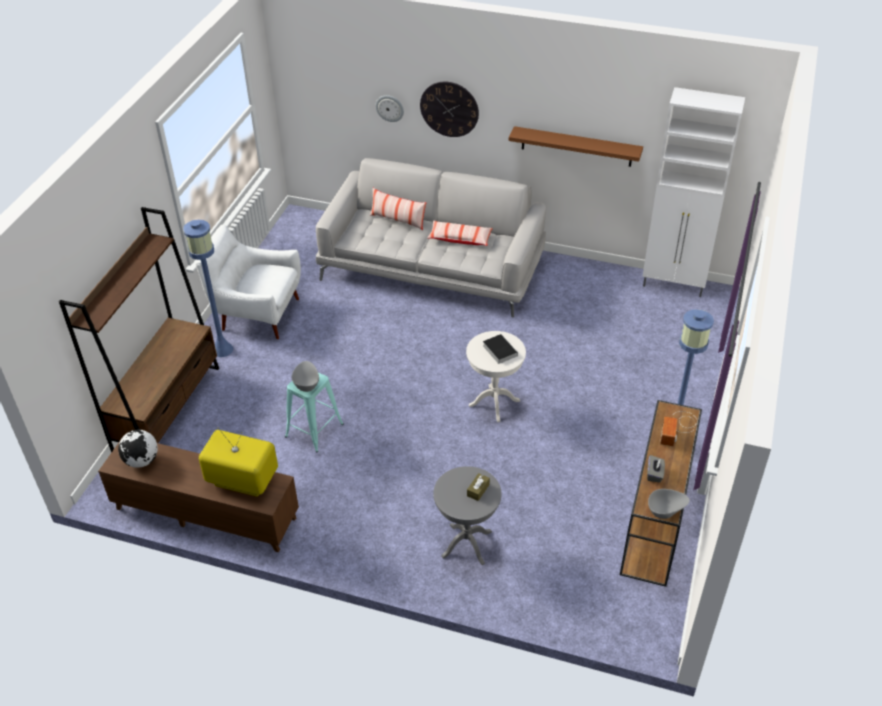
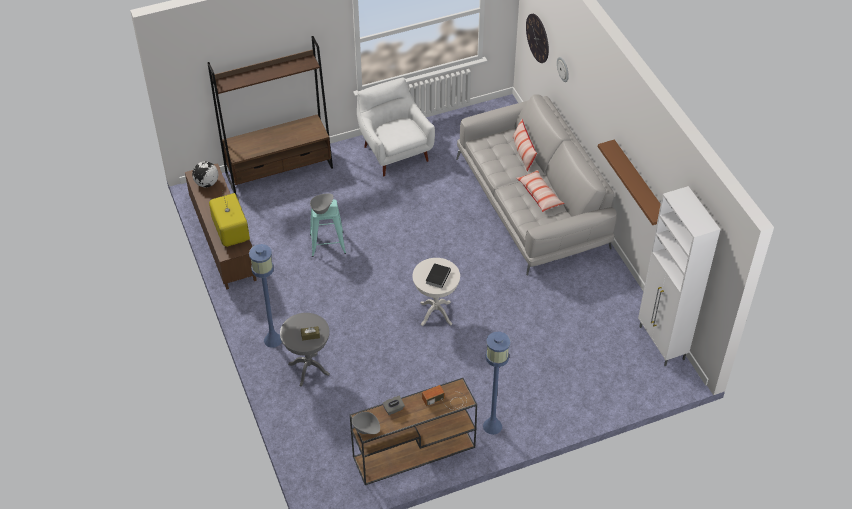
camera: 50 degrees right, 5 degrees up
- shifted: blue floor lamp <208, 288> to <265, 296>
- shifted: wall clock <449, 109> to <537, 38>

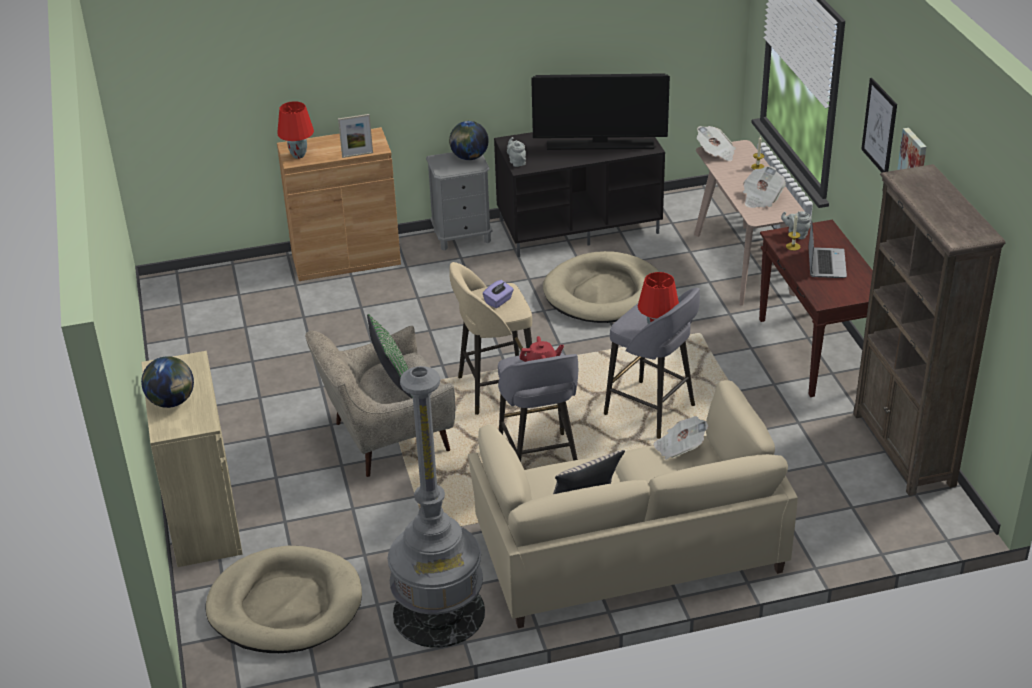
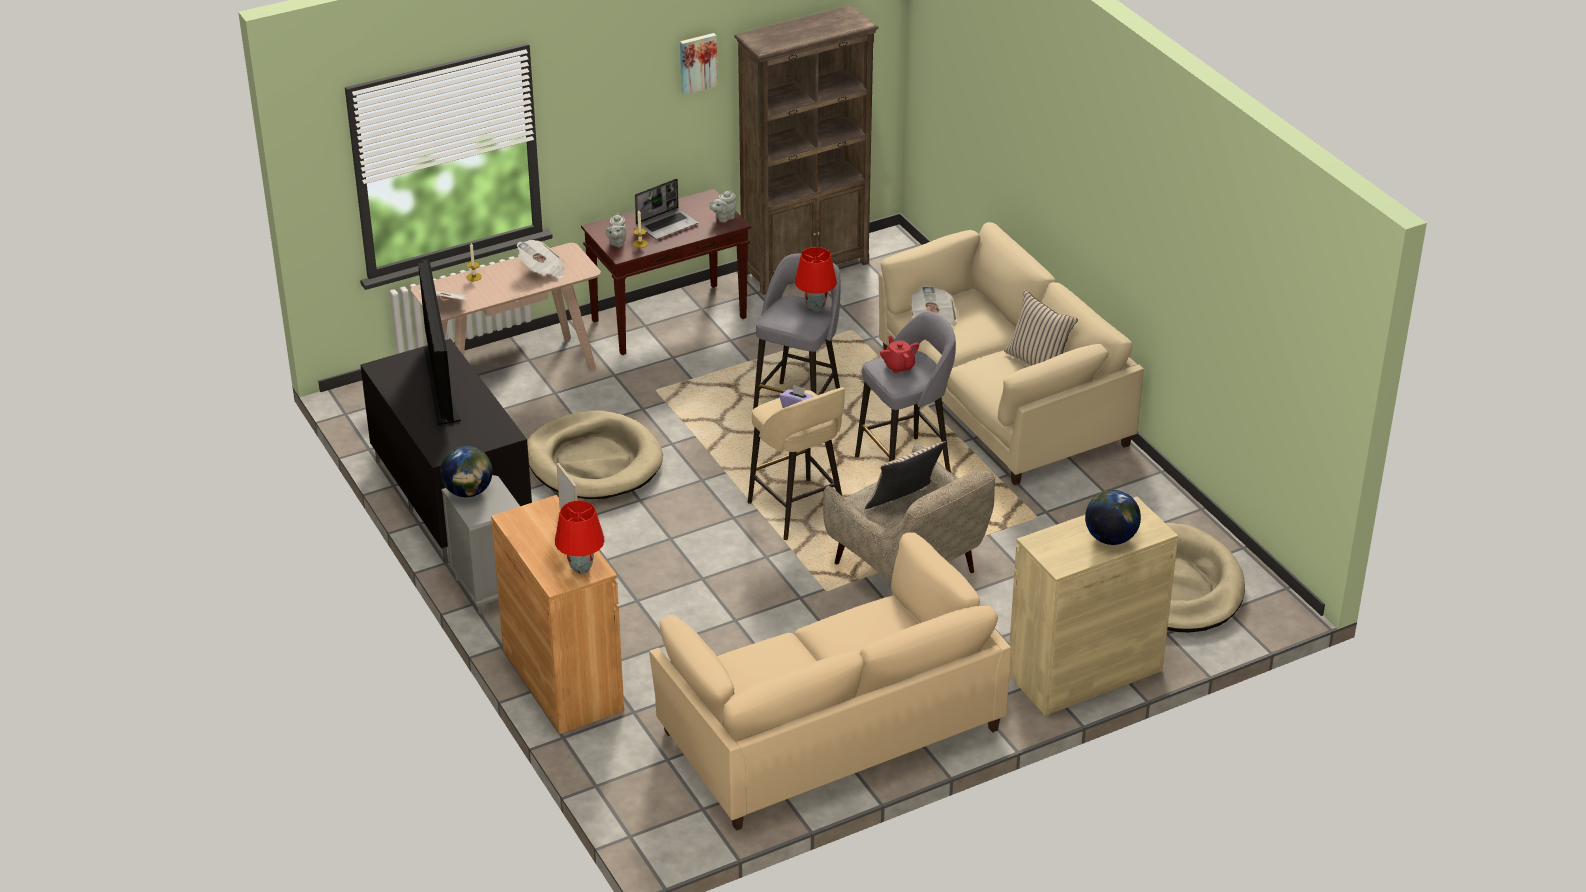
camera: 105 degrees left, 0 degrees up
- gone: grey floor lamp <436, 507>
- gone: picture <879, 125>
- new: beige sofa <830, 681>
- shifted: grey teapot <516, 152> to <723, 206>
- repainted: green pillow <390, 356> to beige pillow <905, 475>
- rotated: laptop <827, 249> = <666, 208> 150 degrees clockwise

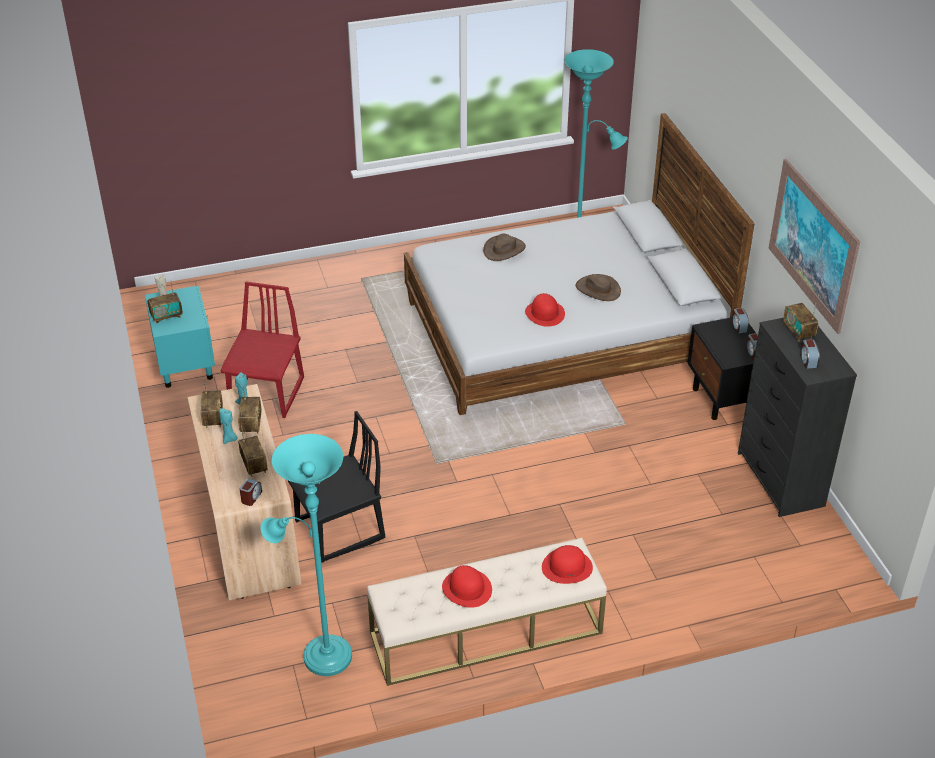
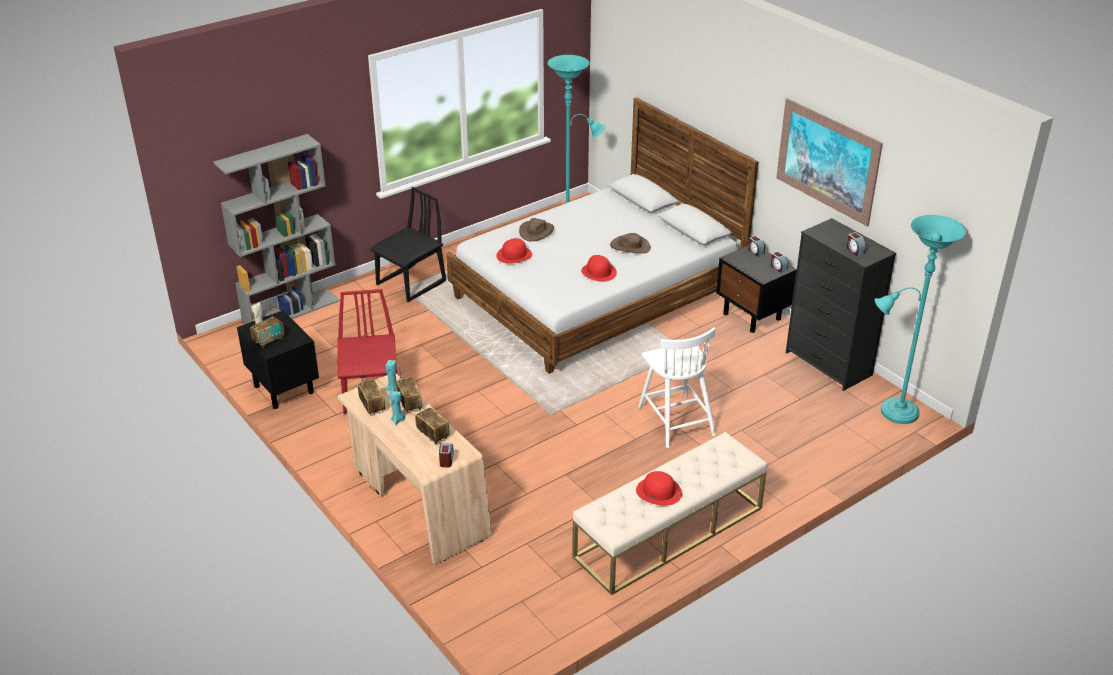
camera: 20 degrees left, 5 degrees down
- gone: radio <800, 322>
- new: grey bookcase <276, 229>
- new: white chair <677, 387>
- shifted: turquoise floor lamp <306, 555> to <920, 319>
- shifted: black chair <336, 487> to <408, 244>
- shifted: red hat <567, 564> to <514, 251>
- repainted: turquoise nightstand <180, 337> to black nightstand <278, 360>

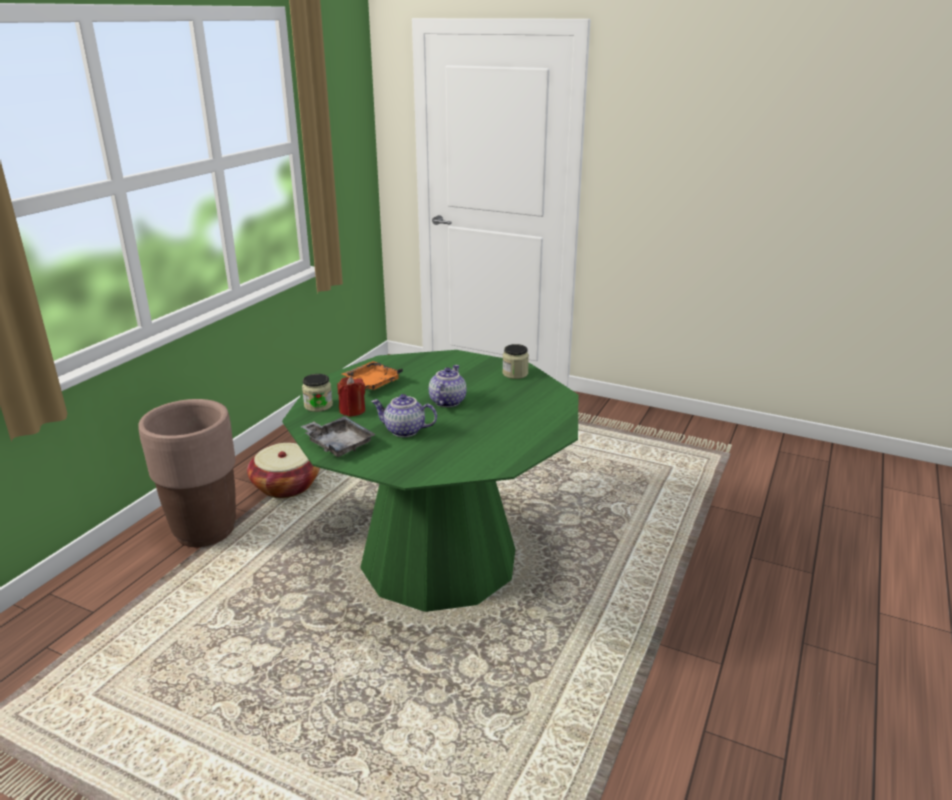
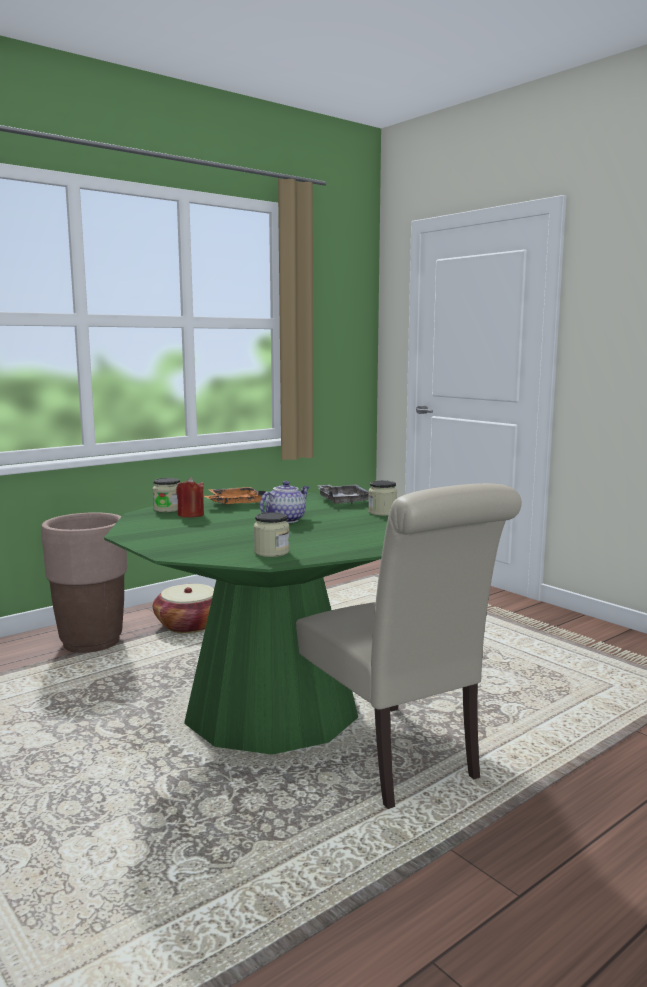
camera: 25 degrees right, 15 degrees down
- gone: teapot <404, 415>
- new: jar <272, 534>
- new: beige chair <409, 646>
- shifted: grey tray <338, 436> to <343, 494>

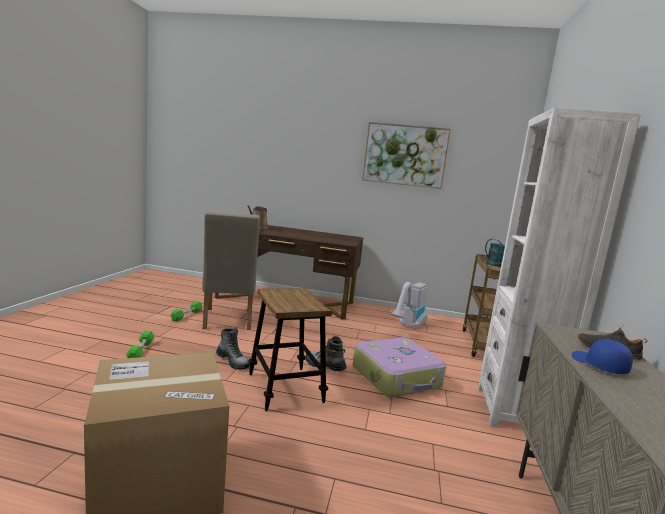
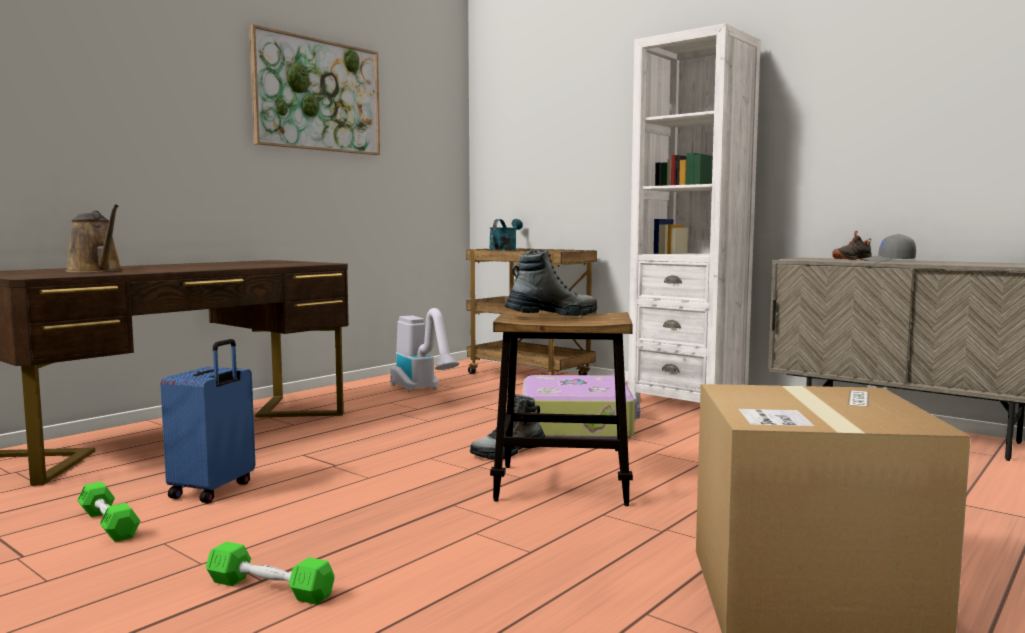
camera: 60 degrees left, 5 degrees down
- shifted: boot <233, 349> to <550, 282>
- swapped: beige chair <231, 270> to blue suitcase <207, 421>
- repainted: blue cap <602, 356> to grey cap <889, 248>

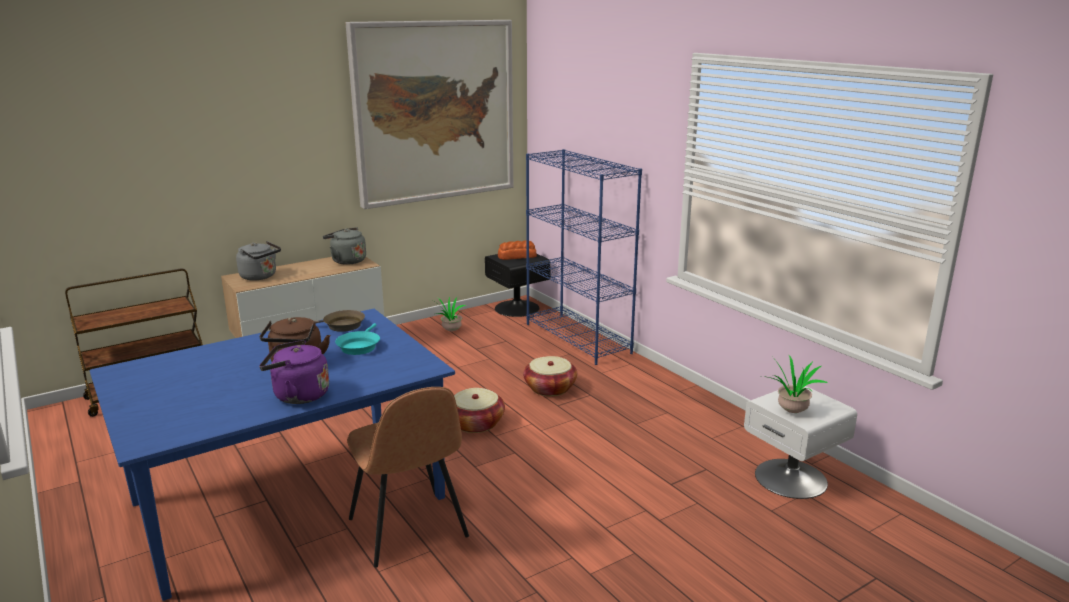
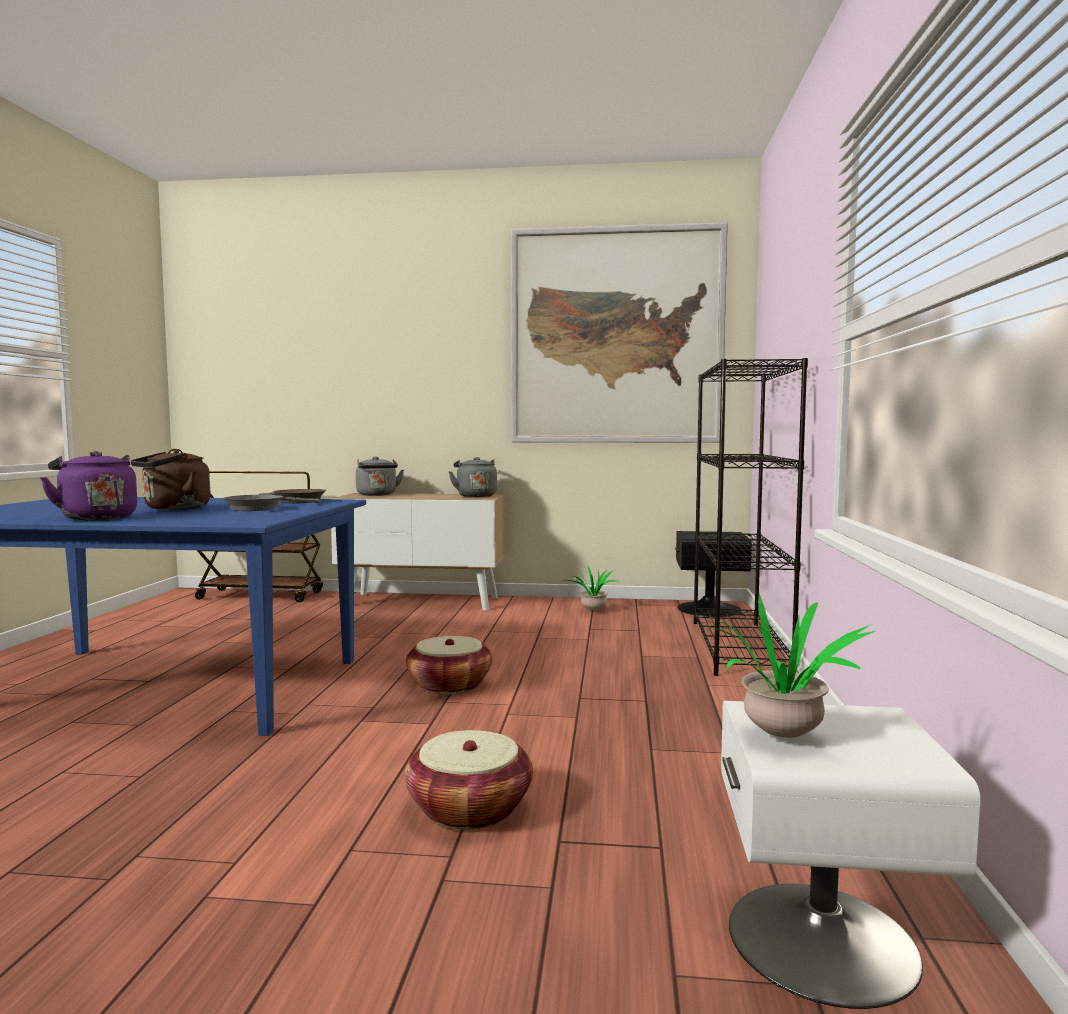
camera: 40 degrees right, 15 degrees down
- gone: brown chair <408, 477>
- gone: bread <517, 250>
- shifted: basket <550, 376> to <469, 780>
- repainted: turquoise frying pan <357, 339> to grey frying pan <271, 503>
- repainted: blue bookcase <584, 257> to black bookcase <750, 517>

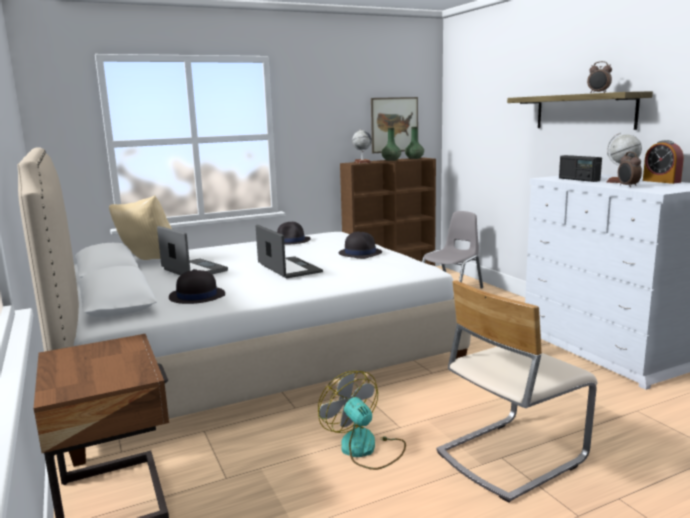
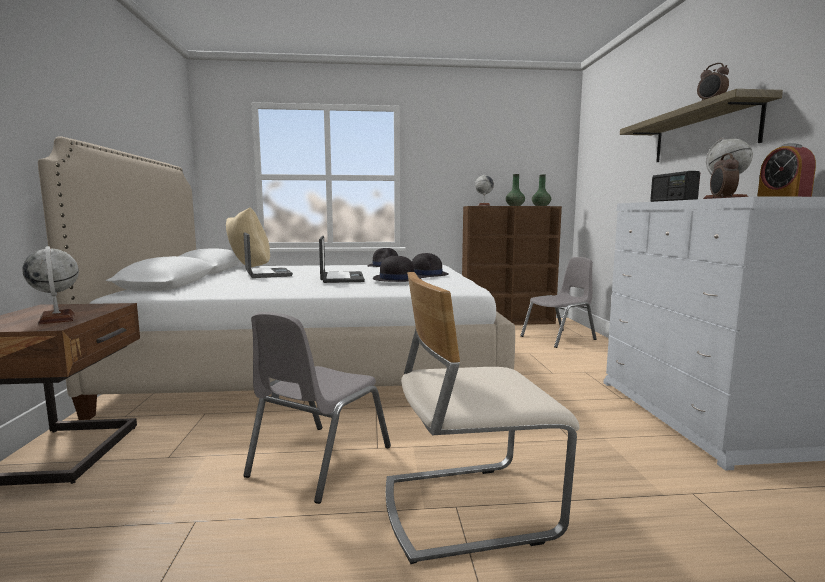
camera: 20 degrees right, 5 degrees down
- gone: picture <394, 125>
- new: globe <50, 285>
- shifted: black hat <197, 286> to <397, 268>
- swapped: fan <362, 420> to grey chair <317, 408>

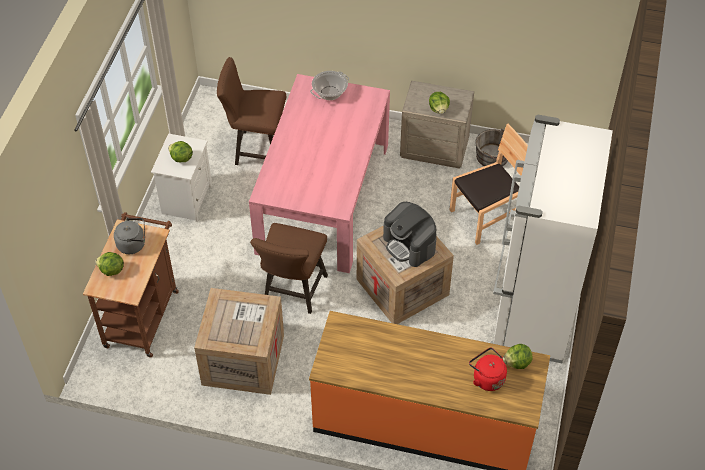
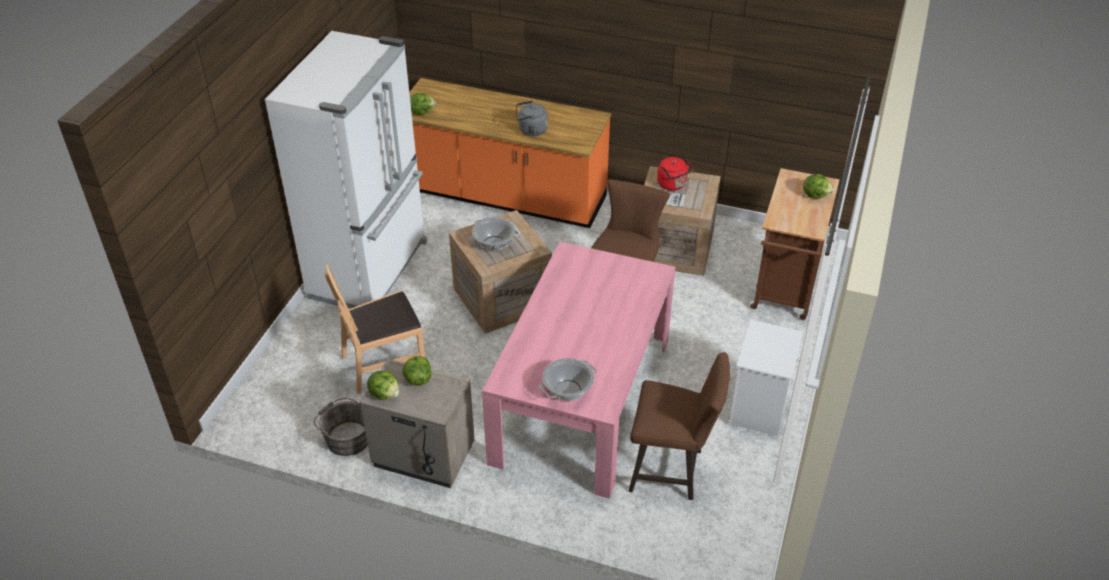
camera: 175 degrees left, 10 degrees down
- shifted: grey kettle <129, 235> to <532, 118>
- shifted: lettuce <180, 152> to <383, 385>
- shifted: red kettle <488, 369> to <675, 174>
- swapped: coffee machine <410, 234> to cooking pot <493, 234>

